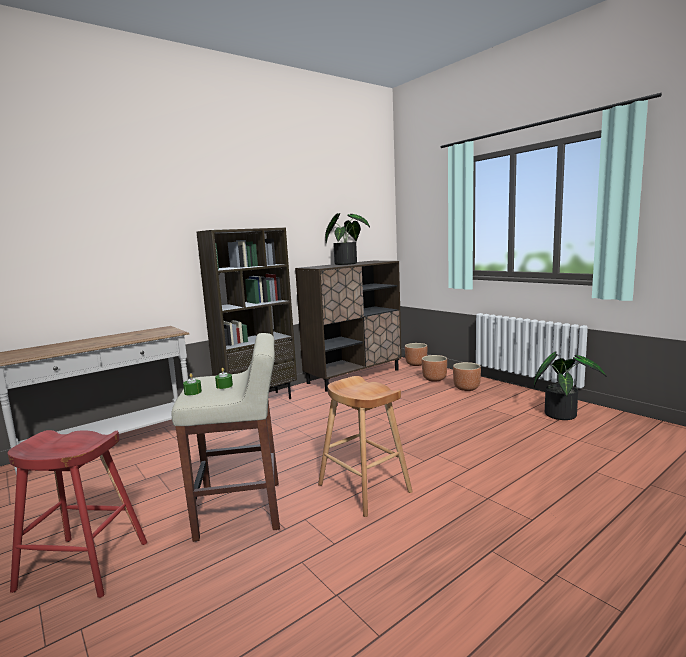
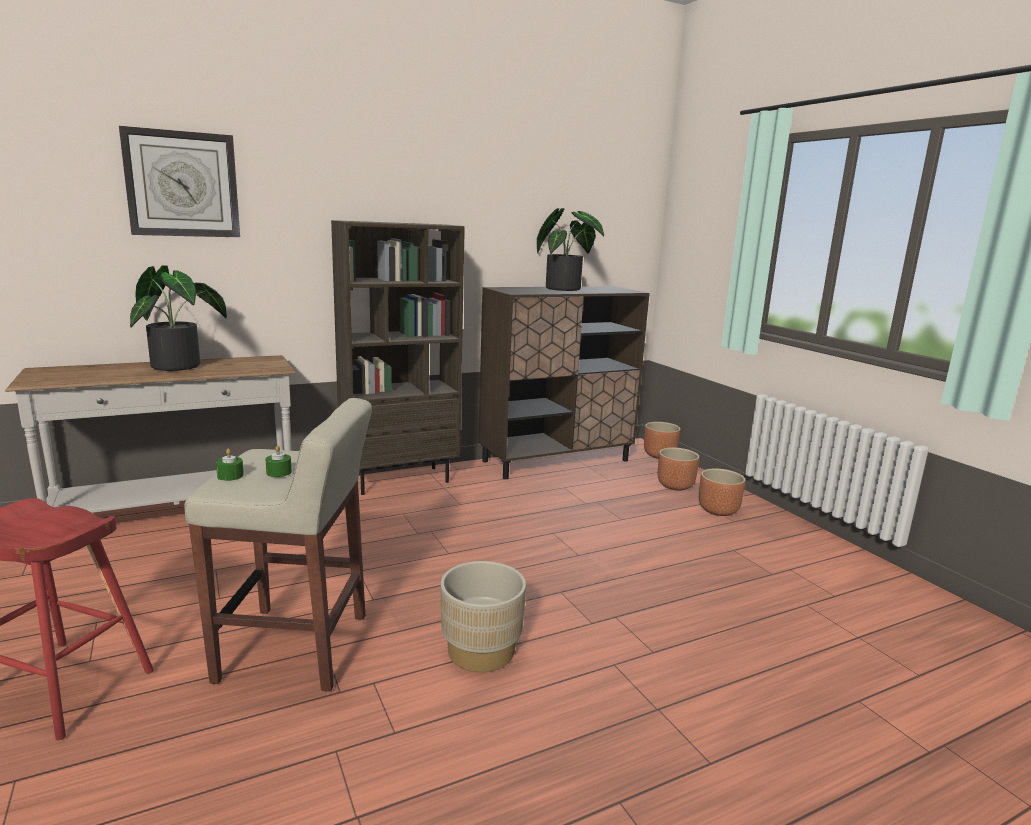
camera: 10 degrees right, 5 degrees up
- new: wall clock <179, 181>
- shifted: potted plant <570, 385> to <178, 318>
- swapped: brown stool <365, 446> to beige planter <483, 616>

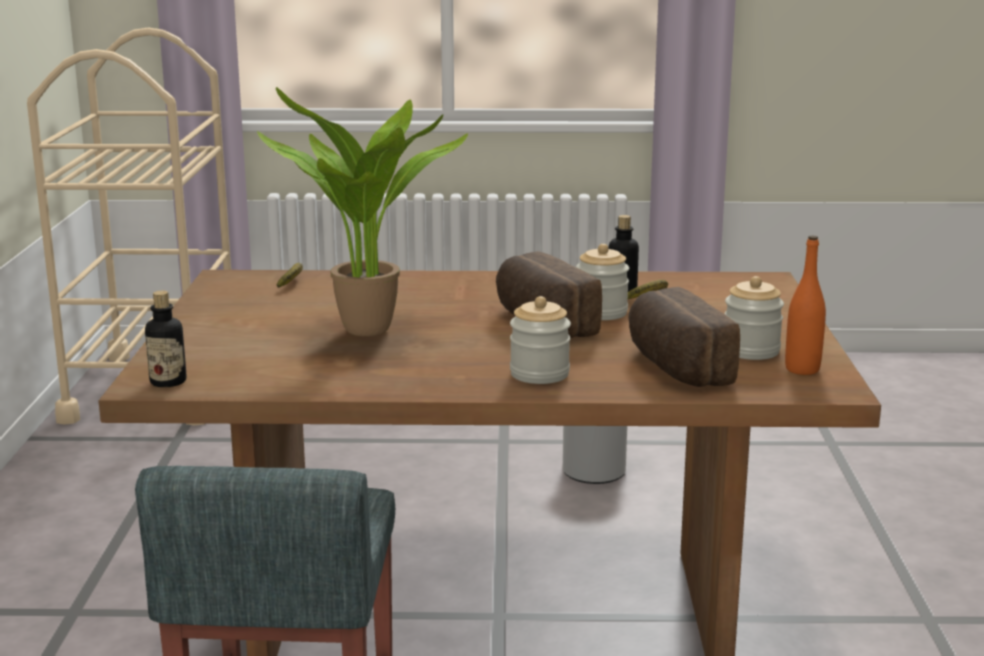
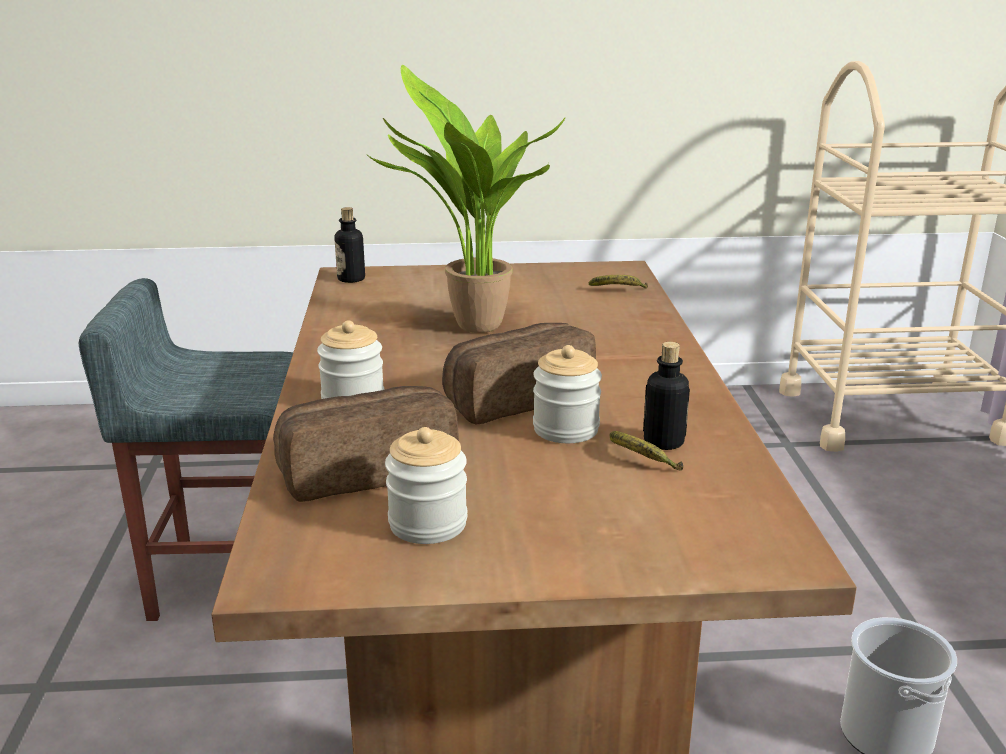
camera: 85 degrees right, 5 degrees up
- gone: orange bottle <805, 305>

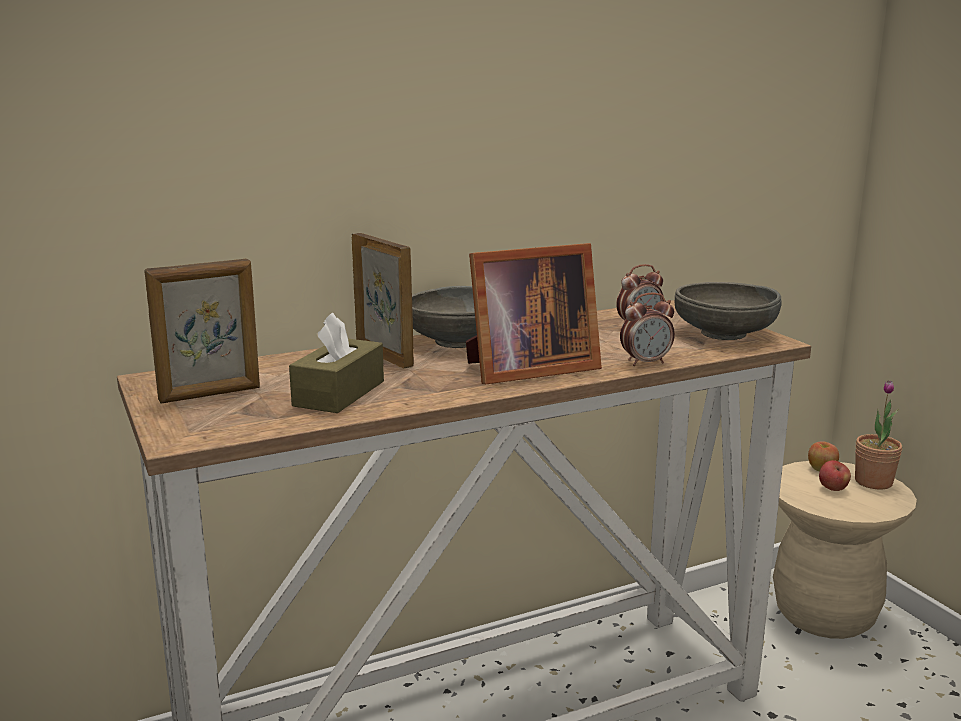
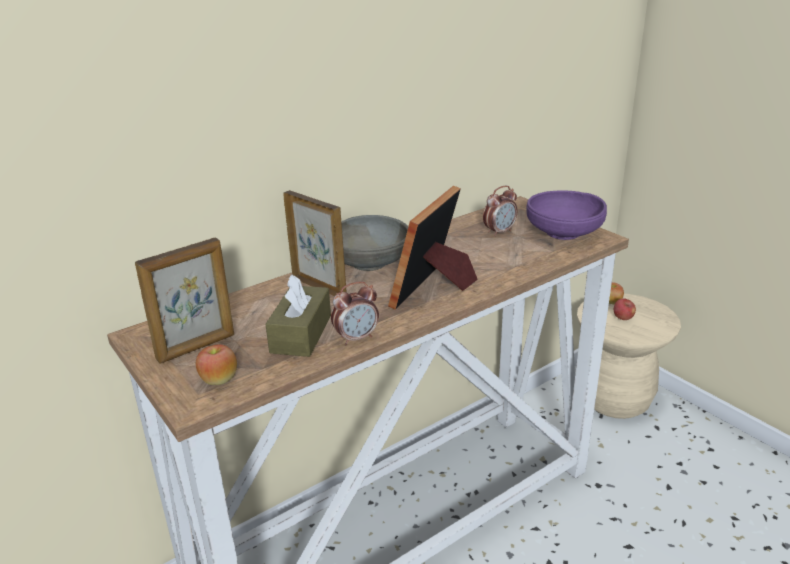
camera: 10 degrees left, 10 degrees up
- gone: potted plant <878, 435>
- new: apple <216, 364>
- shifted: alarm clock <647, 329> to <355, 313>
- repainted: grey bowl <728, 311> to purple bowl <566, 215>
- rotated: picture frame <534, 313> = <433, 248> 150 degrees clockwise

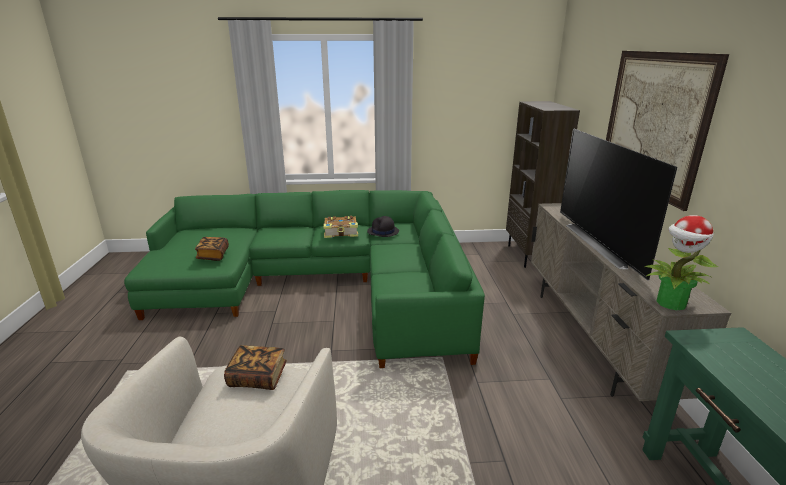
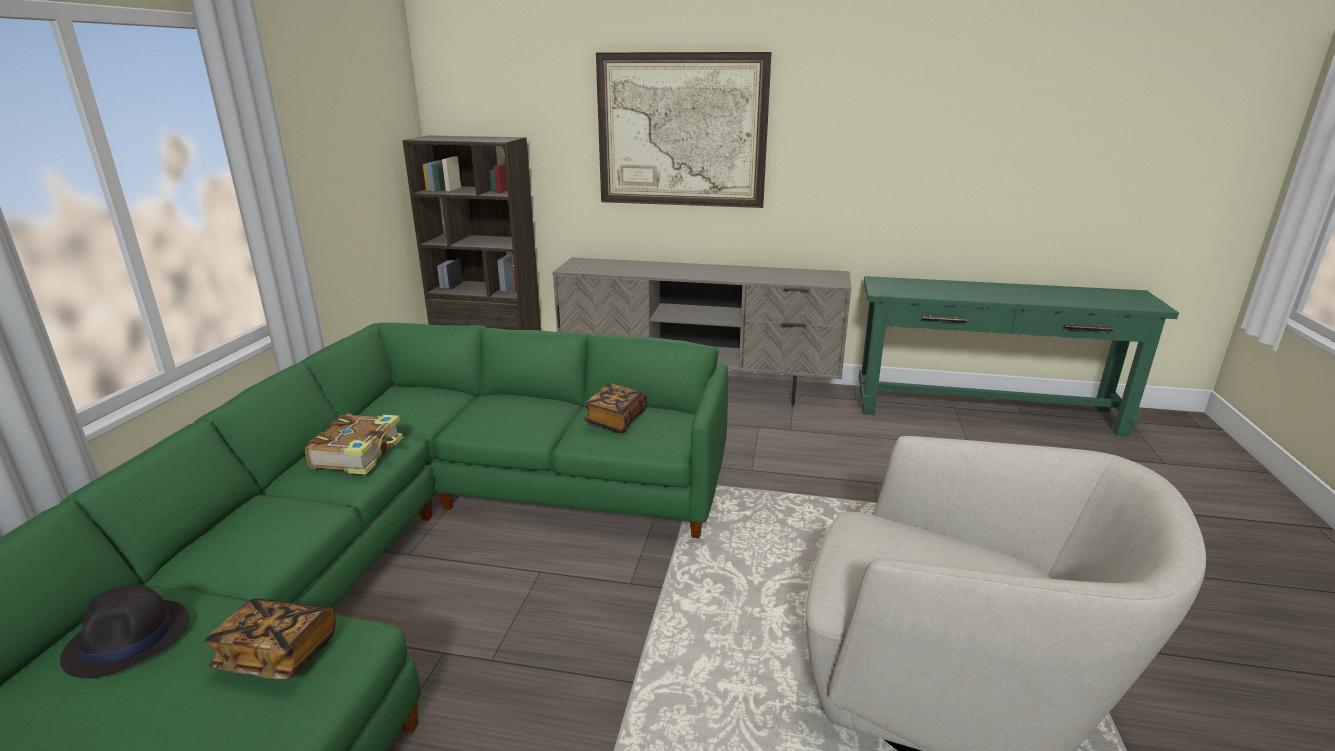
camera: 75 degrees left, 0 degrees up
- gone: television <618, 205>
- gone: potted plant <681, 262>
- shifted: book <255, 367> to <615, 408>
- shifted: black hat <383, 226> to <124, 631>

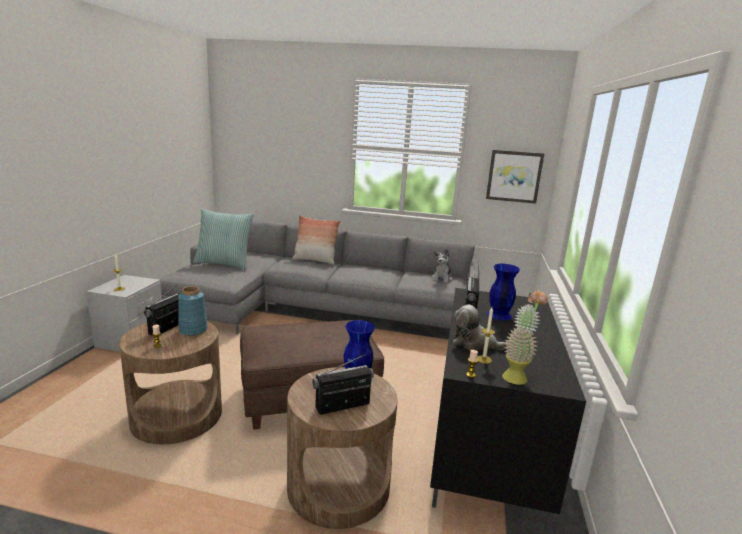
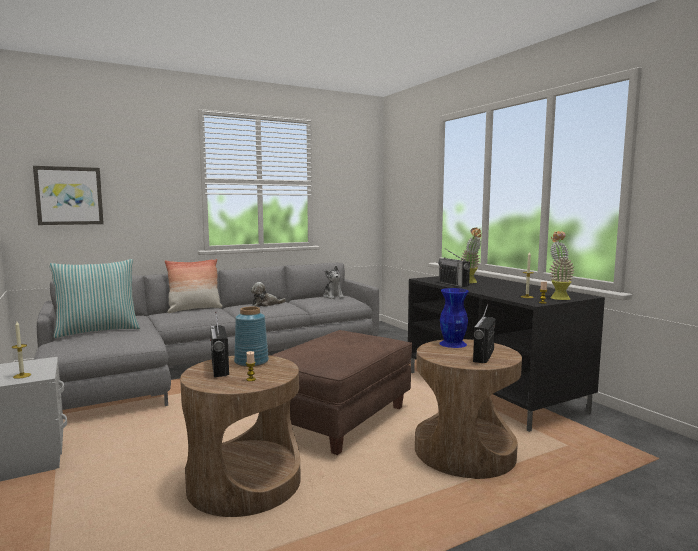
camera: 40 degrees left, 10 degrees down
- shifted: plush toy <480, 327> to <268, 294>
- shifted: picture <515, 177> to <68, 195>
- swapped: blue vase <503, 292> to potted plant <471, 255>

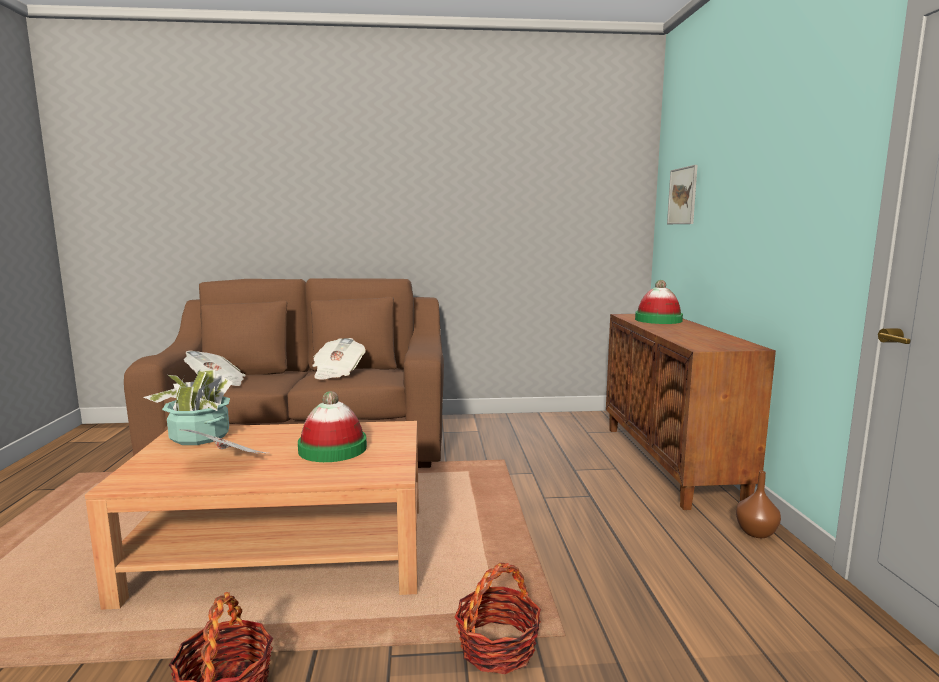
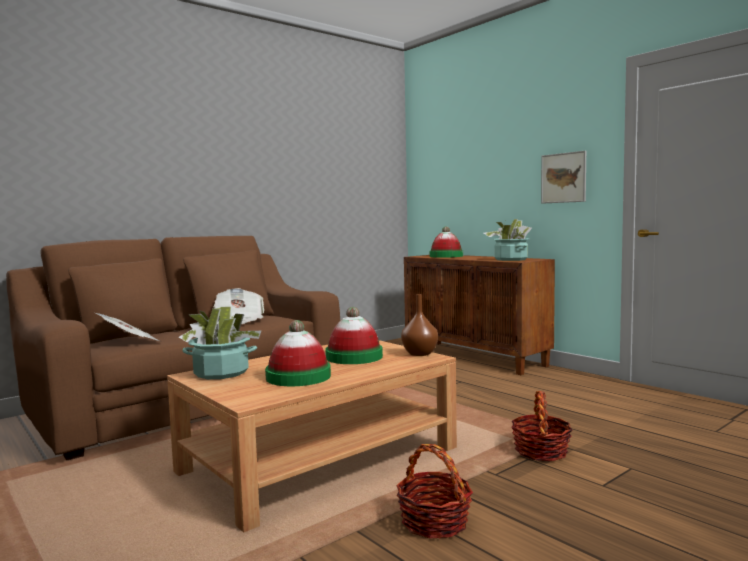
camera: 35 degrees left, 5 degrees down
- new: potted plant <508, 240>
- shifted: picture <682, 194> to <563, 177>
- shifted: brown vase <758, 504> to <419, 325>
- swapped: newspaper <224, 441> to hat <298, 353>

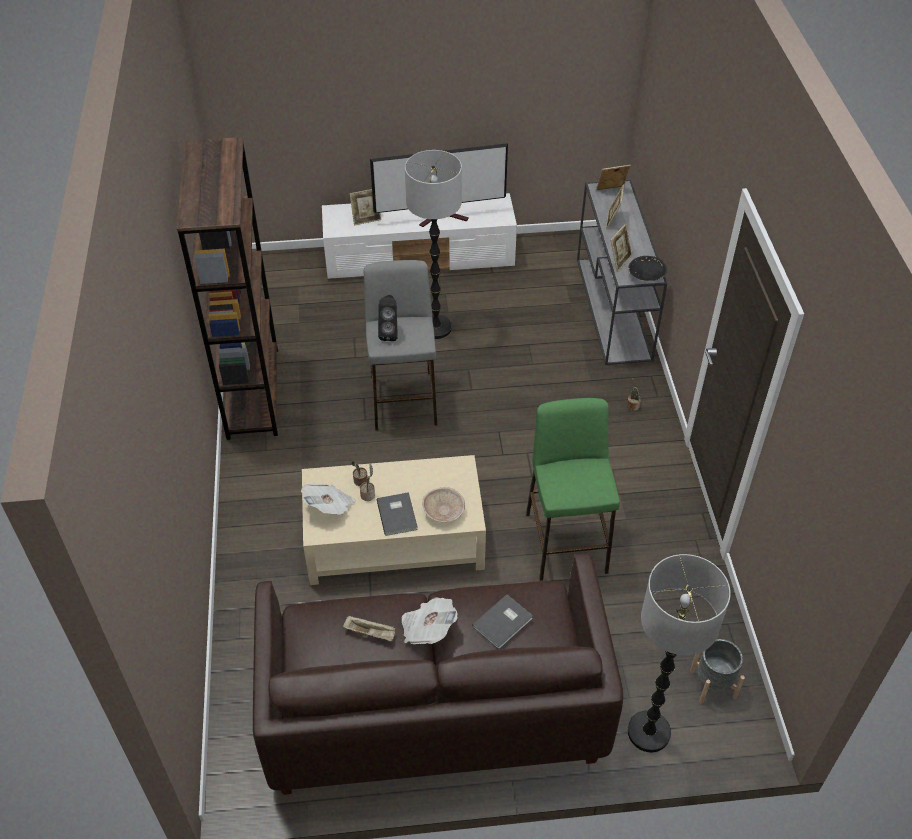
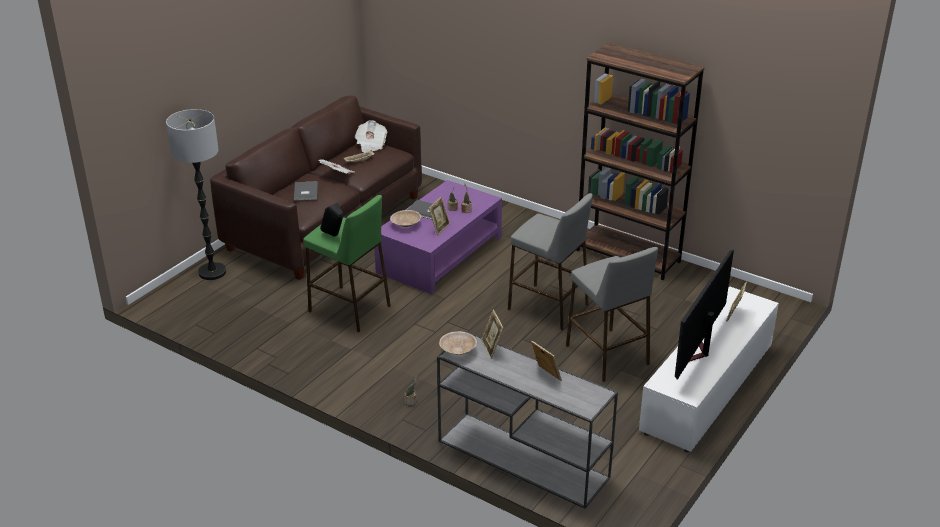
camera: 130 degrees right, 15 degrees down
- gone: grey planter <717, 671>
- shifted: newspaper <328, 499> to <371, 136>
- shifted: black speaker <388, 318> to <332, 219>
- shifted: picture frame <613, 177> to <439, 216>
- swapped: floor lamp <433, 244> to grey stool <612, 314>
- repainted: beige coffee table <394, 520> to purple coffee table <438, 237>
- repainted: black bowl <647, 268> to beige bowl <458, 343>

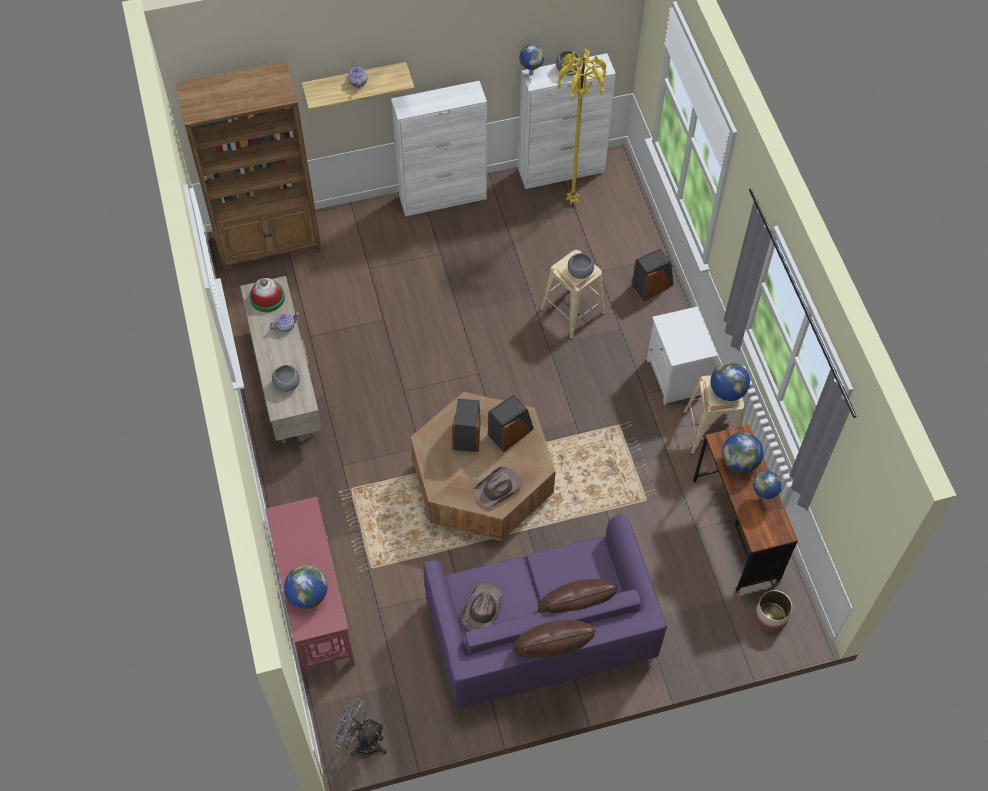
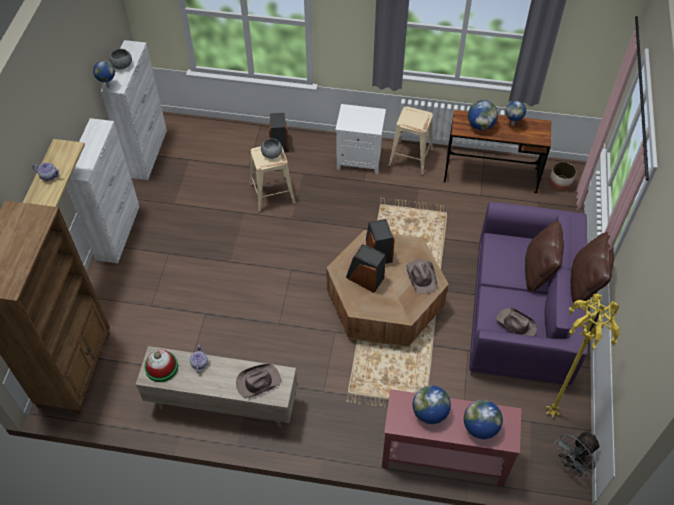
camera: 65 degrees left, 5 degrees down
- shifted: yellow floor lamp <581, 126> to <583, 355>
- shifted: globe <730, 381> to <432, 405>
- swapped: grey bowl <286, 378> to brown hat <258, 381>

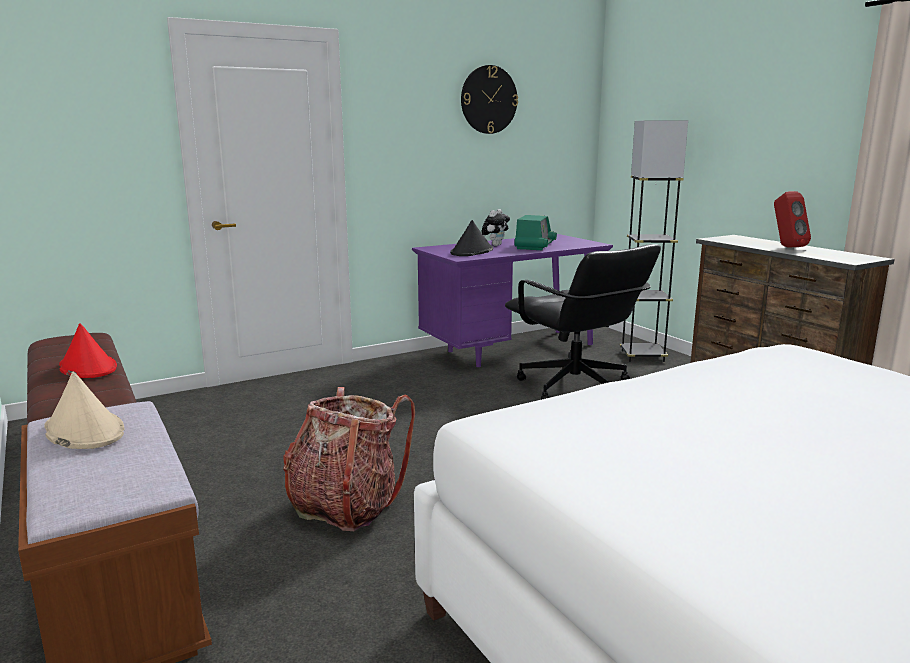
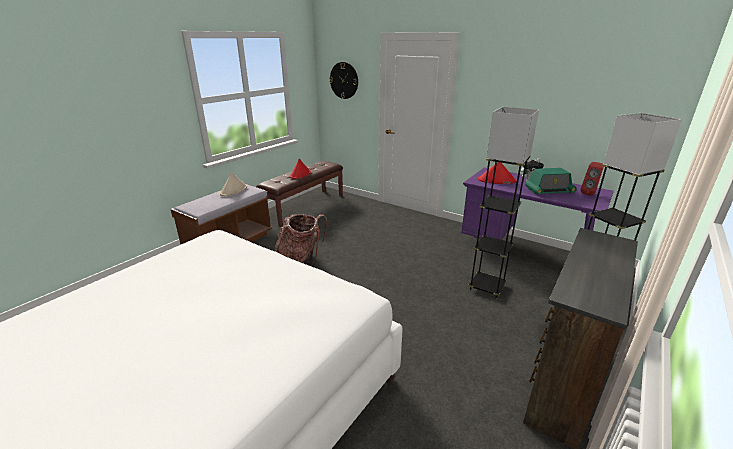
camera: 65 degrees right, 10 degrees up
- shifted: wall clock <489, 99> to <343, 80>
- shifted: red speaker <792, 219> to <592, 179>
- swapped: black office chair <583, 322> to grey floor lamp <503, 203>
- repainted: black hat <471, 238> to red hat <497, 173>

